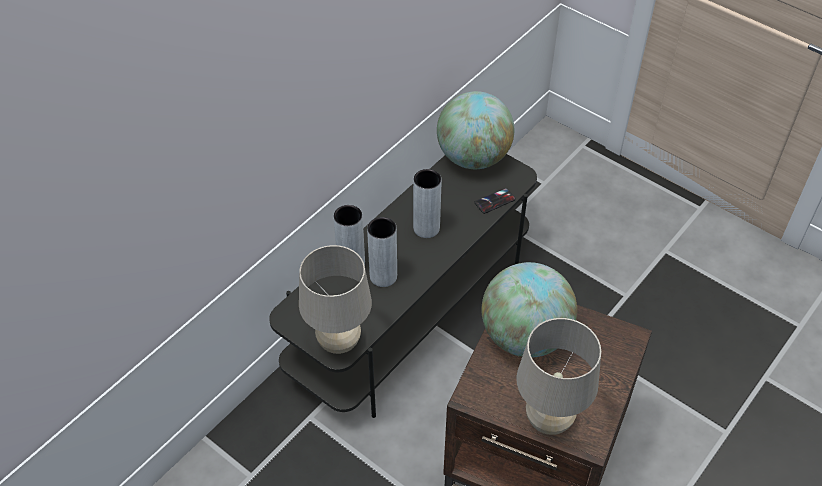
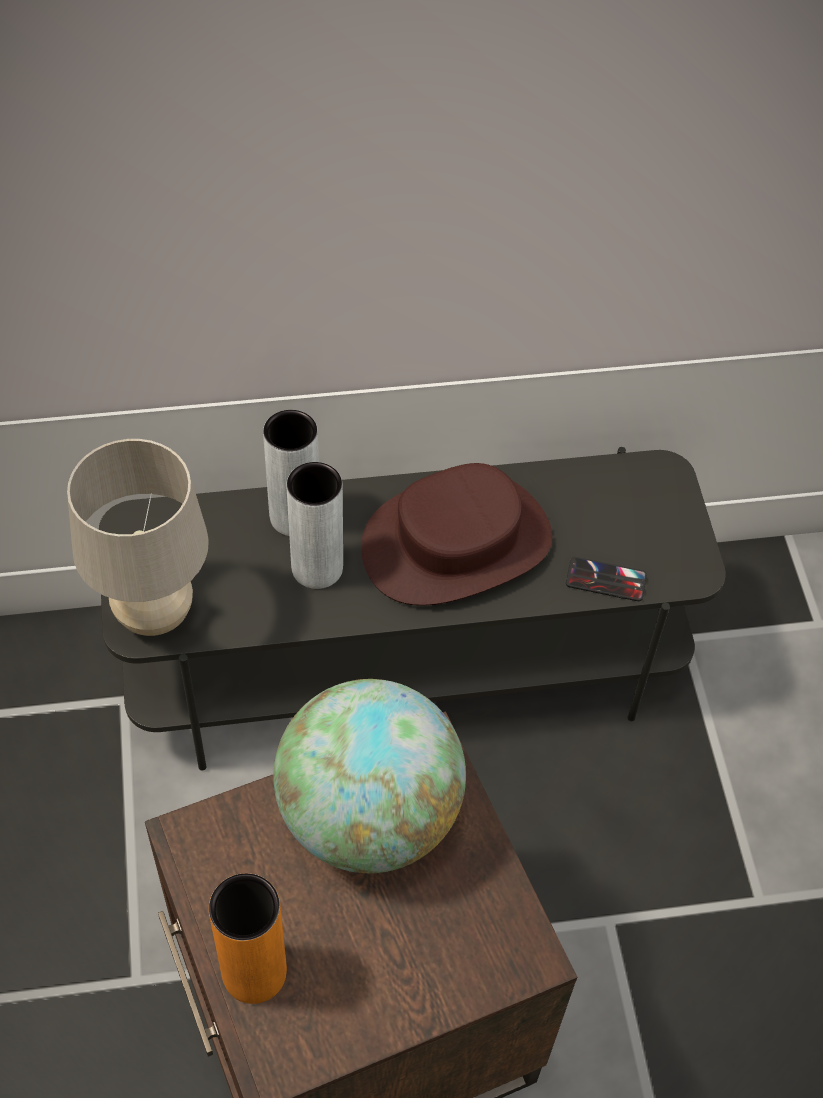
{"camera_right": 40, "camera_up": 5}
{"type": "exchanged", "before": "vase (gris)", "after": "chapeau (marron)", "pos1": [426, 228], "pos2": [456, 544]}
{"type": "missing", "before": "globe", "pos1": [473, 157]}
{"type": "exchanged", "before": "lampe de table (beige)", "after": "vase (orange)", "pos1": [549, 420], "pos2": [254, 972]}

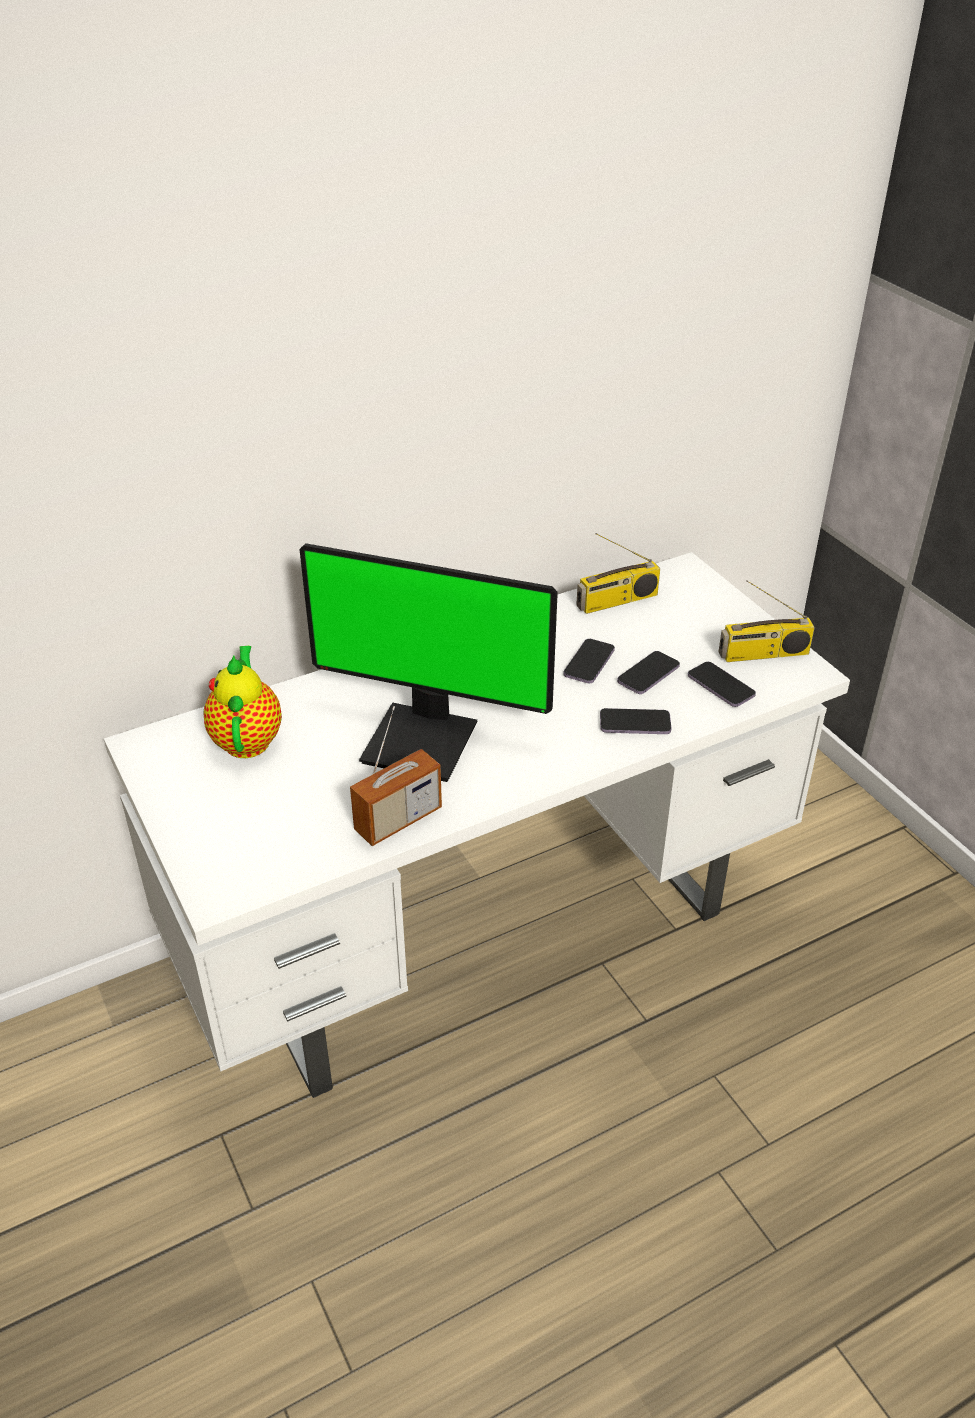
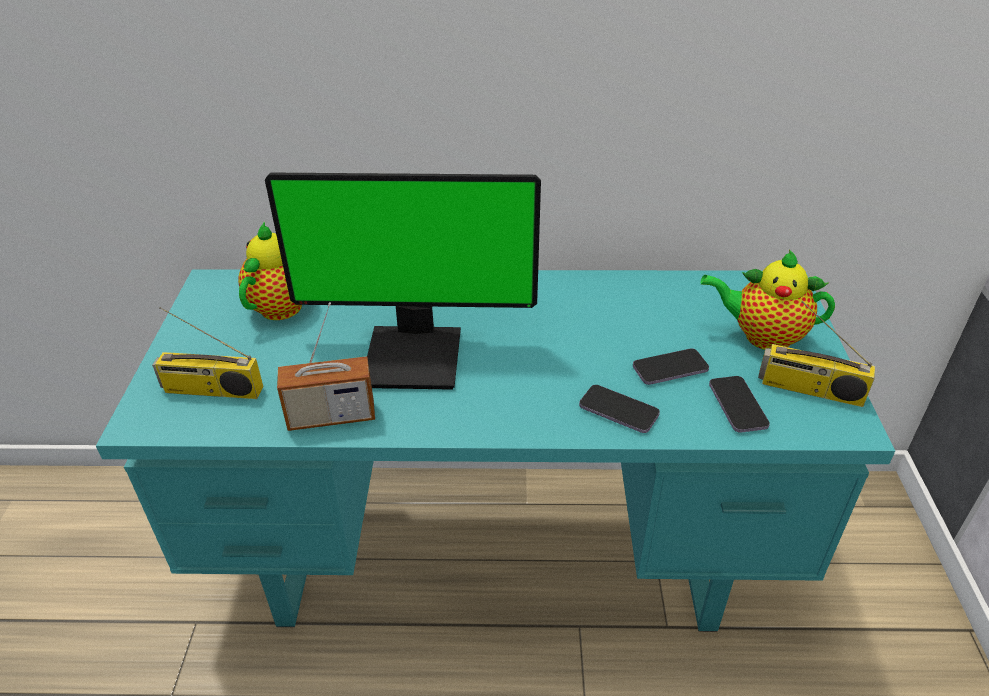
{"camera_right": 30, "camera_up": 0}
{"type": "colour", "before": "bureau (blanc)", "after": "bureau (turquoise)", "pos1": [487, 936], "pos2": [498, 556]}
{"type": "spun", "before": "écran d'ordinateur", "pos1": [423, 740], "pos2": [415, 355], "turn": -45}
{"type": "missing", "before": "téléphone", "pos1": [589, 663]}
{"type": "relocated", "before": "radio", "pos1": [617, 601], "pos2": [211, 390]}
{"type": "appeared", "after": "théière", "pos2": [762, 336]}

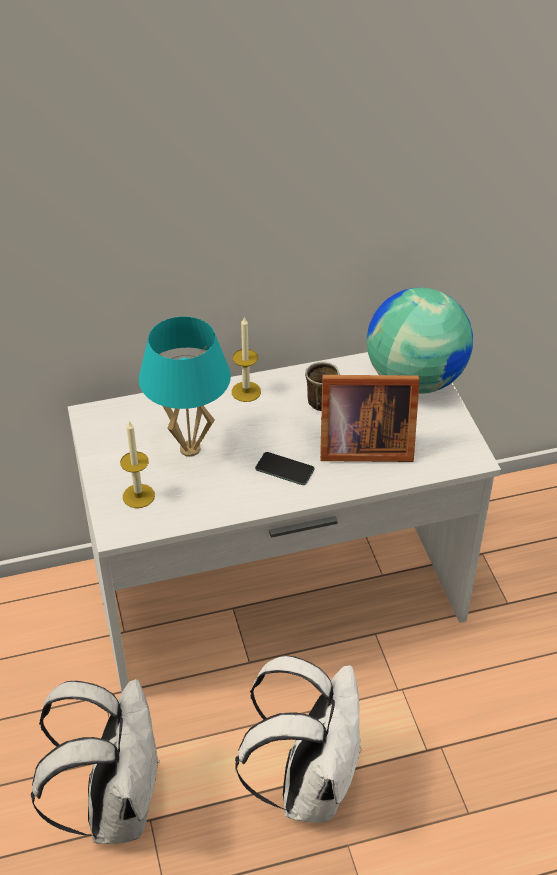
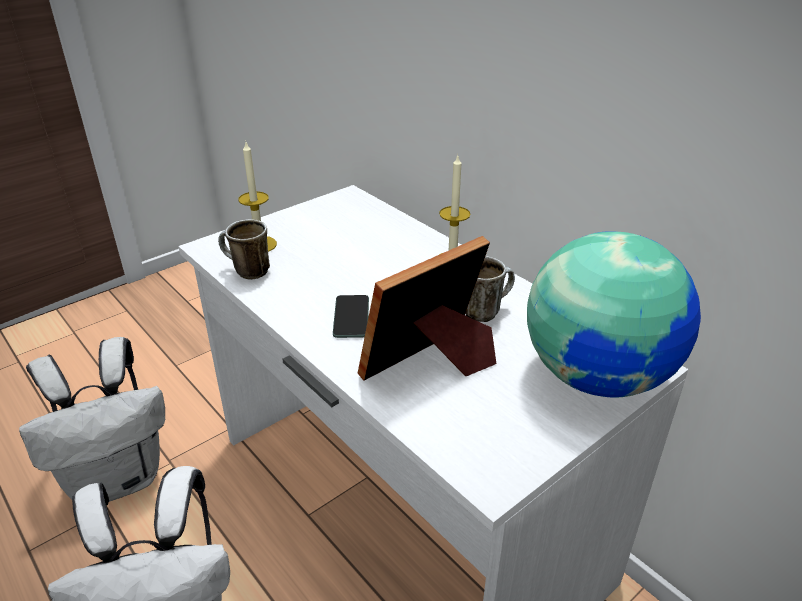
{"camera_right": 65, "camera_up": -10}
{"type": "missing", "before": "lampe de table (turquoise)", "pos1": [189, 449]}
{"type": "spun", "before": "cadre photo", "pos1": [361, 446], "pos2": [432, 363], "turn": 75}
{"type": "appeared", "after": "mug", "pos2": [246, 272]}

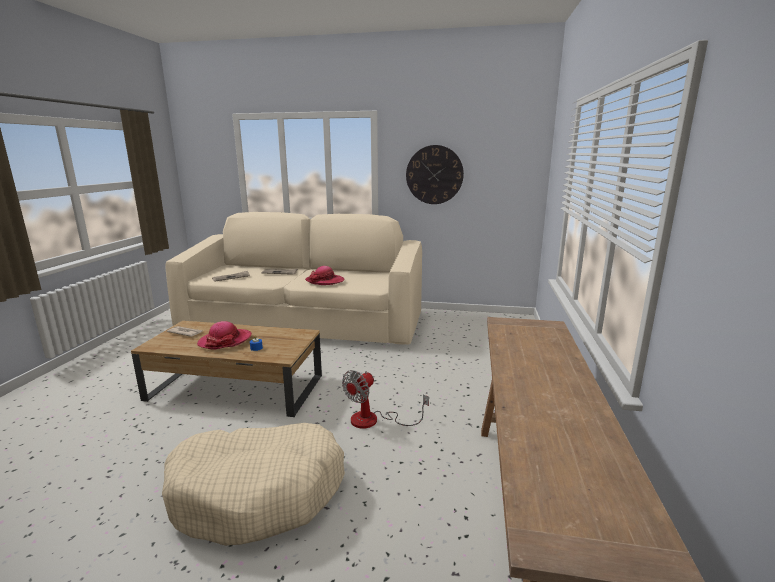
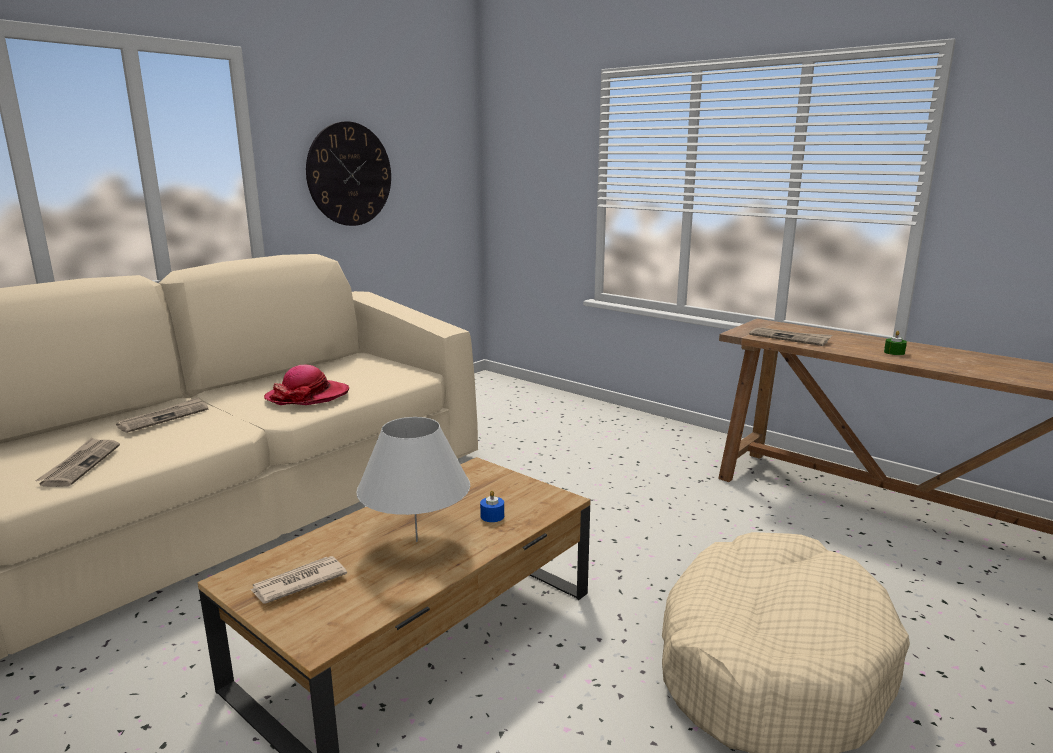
{"camera_right": -60, "camera_up": 0}
{"type": "exchanged", "before": "chapeau", "after": "lampe de table (blanc)", "pos1": [225, 341], "pos2": [416, 541]}
{"type": "missing", "before": "ventilateur", "pos1": [374, 420]}
{"type": "appeared", "after": "journal", "pos2": [790, 338]}
{"type": "appeared", "after": "bougie (vert)", "pos2": [894, 352]}

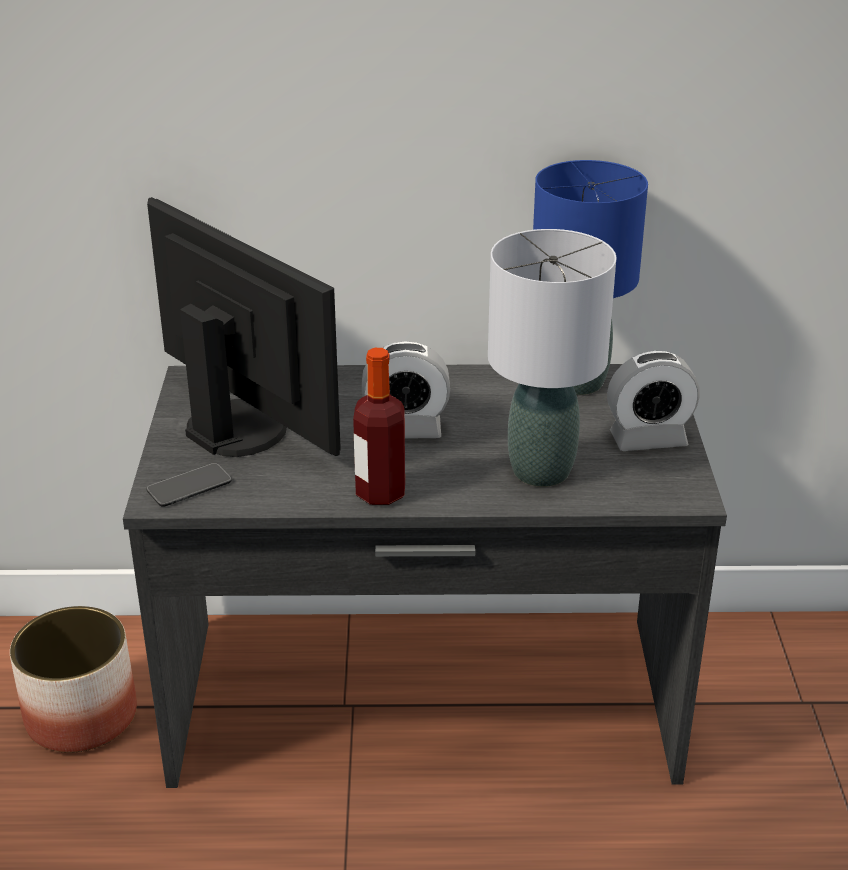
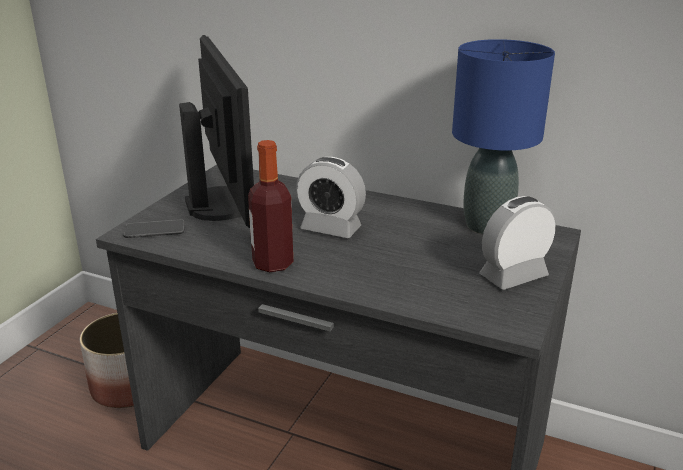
{"camera_right": 25, "camera_up": -5}
{"type": "missing", "before": "lampe de table (gris)", "pos1": [542, 471]}
{"type": "spun", "before": "réveil", "pos1": [648, 439], "pos2": [513, 276], "turn": 135}

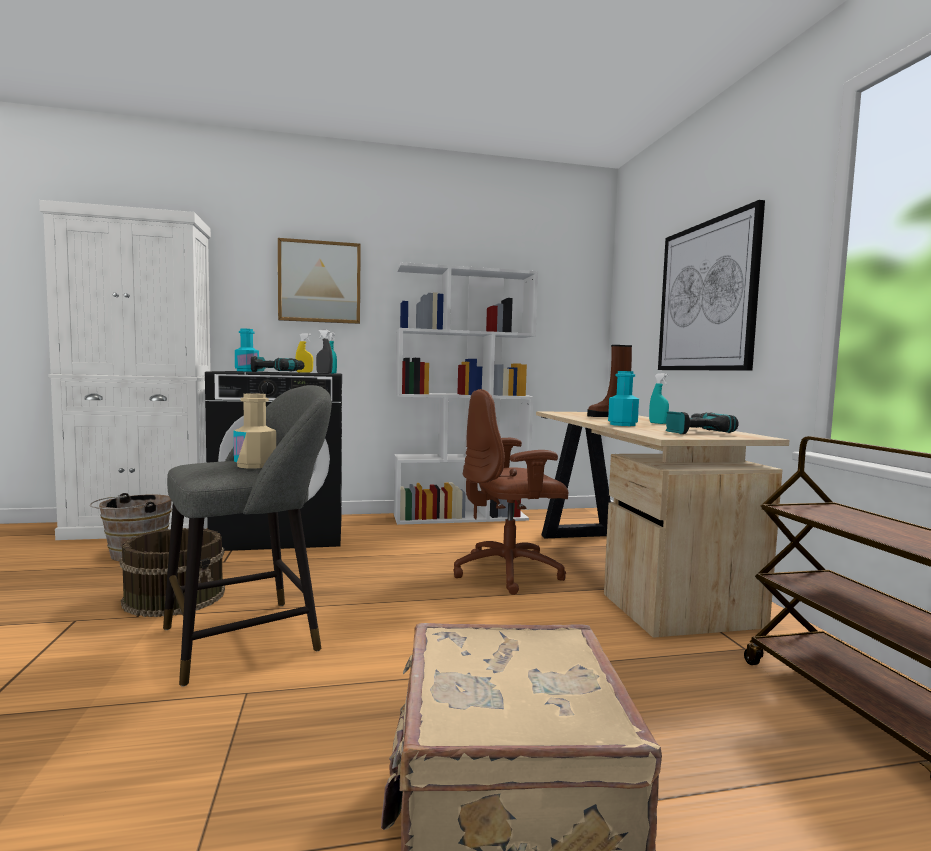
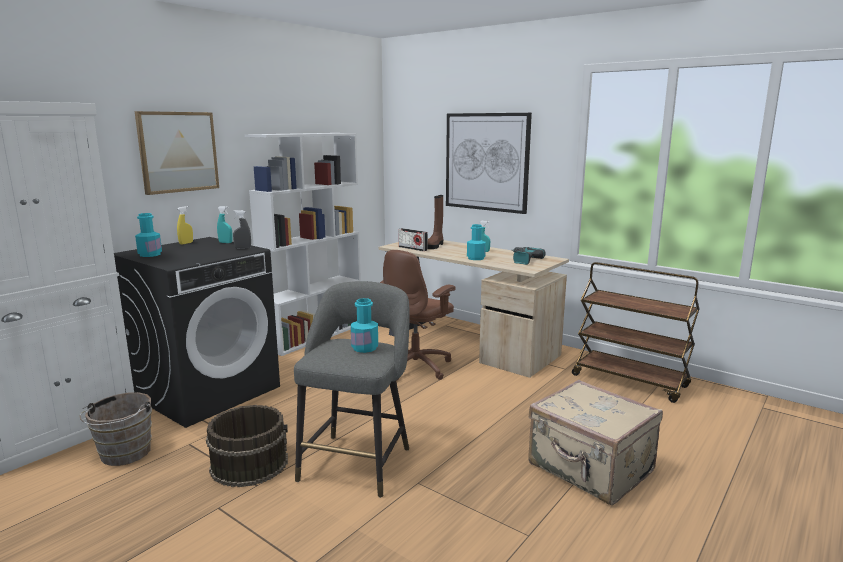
{"camera_right": -40, "camera_up": 10}
{"type": "colour", "before": "bouteille (beige)", "after": "bouteille (turquoise)", "pos1": [255, 465], "pos2": [365, 348]}
{"type": "missing", "before": "perceuse", "pos1": [277, 372]}
{"type": "appeared", "after": "radio", "pos2": [413, 248]}

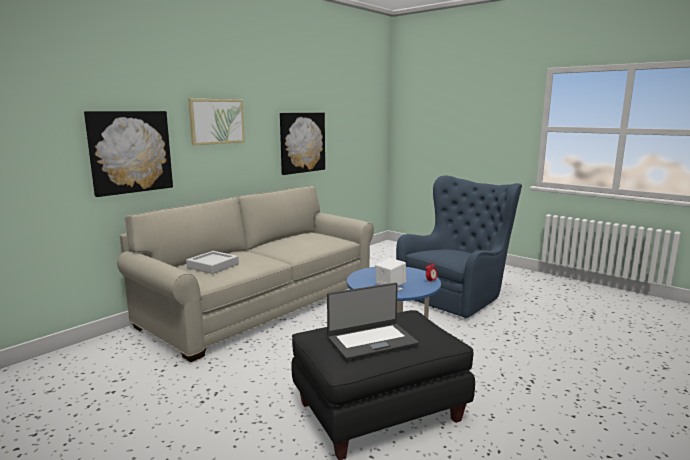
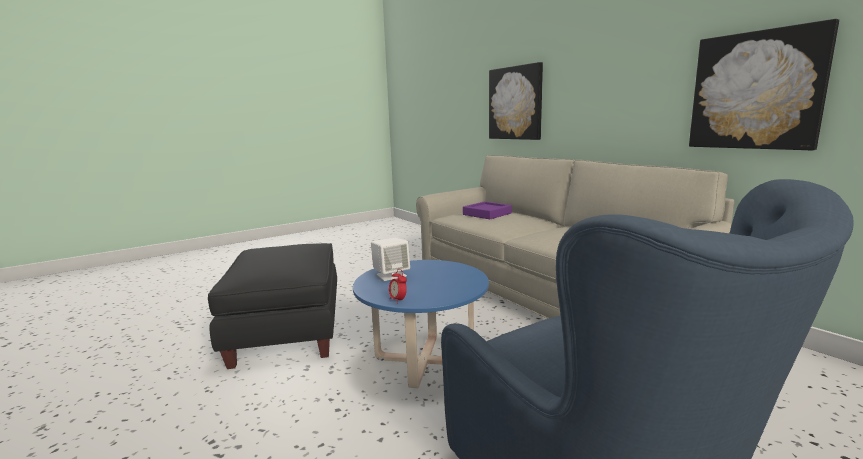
{"camera_right": 105, "camera_up": 0}
{"type": "colour", "before": "plateau (gris)", "after": "plateau (violet)", "pos1": [213, 266], "pos2": [487, 214]}
{"type": "missing", "before": "tableau", "pos1": [217, 121]}
{"type": "missing", "before": "ordinateur portable", "pos1": [371, 341]}

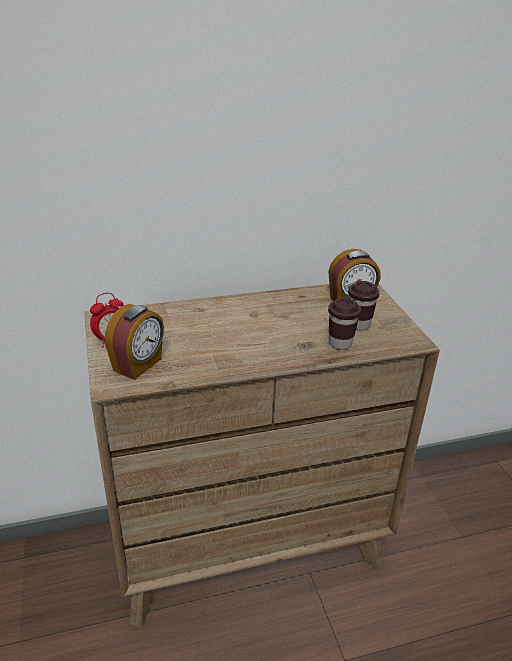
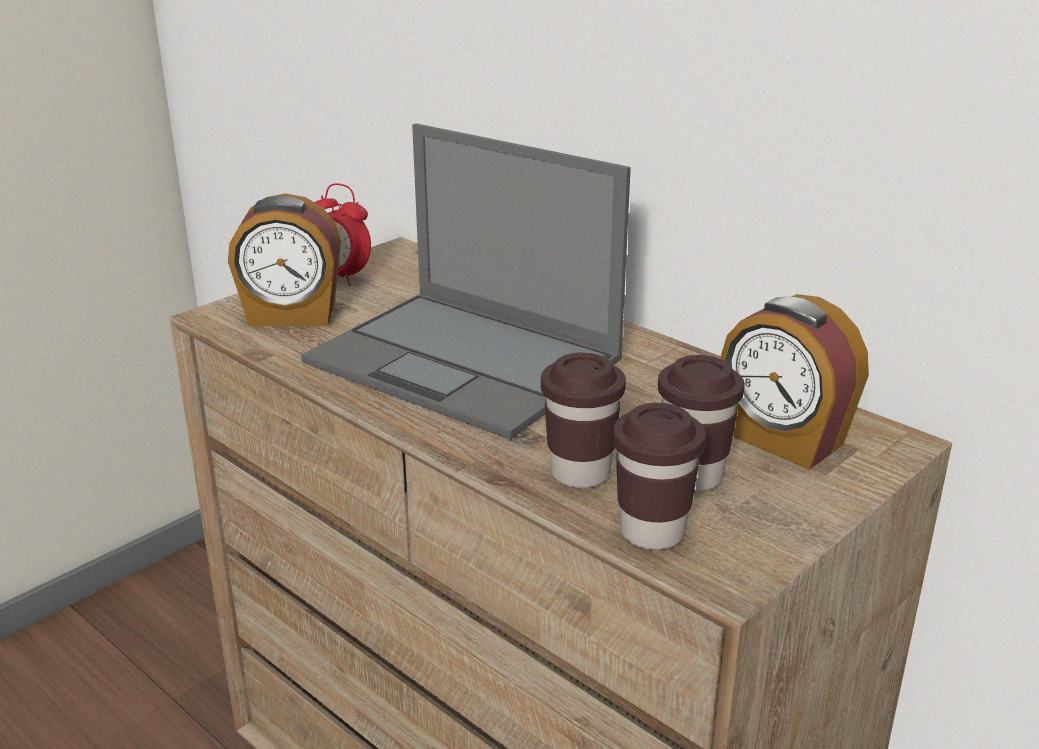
{"camera_right": 60, "camera_up": -5}
{"type": "appeared", "after": "ordinateur portable", "pos2": [466, 362]}
{"type": "appeared", "after": "tasse (marron)", "pos2": [652, 532]}

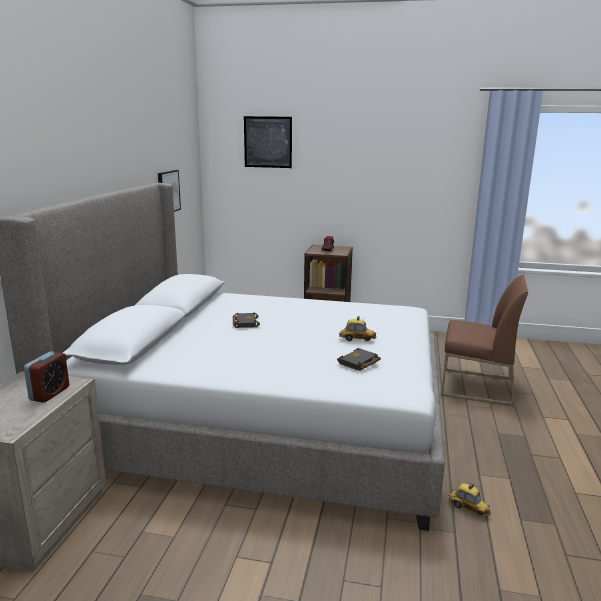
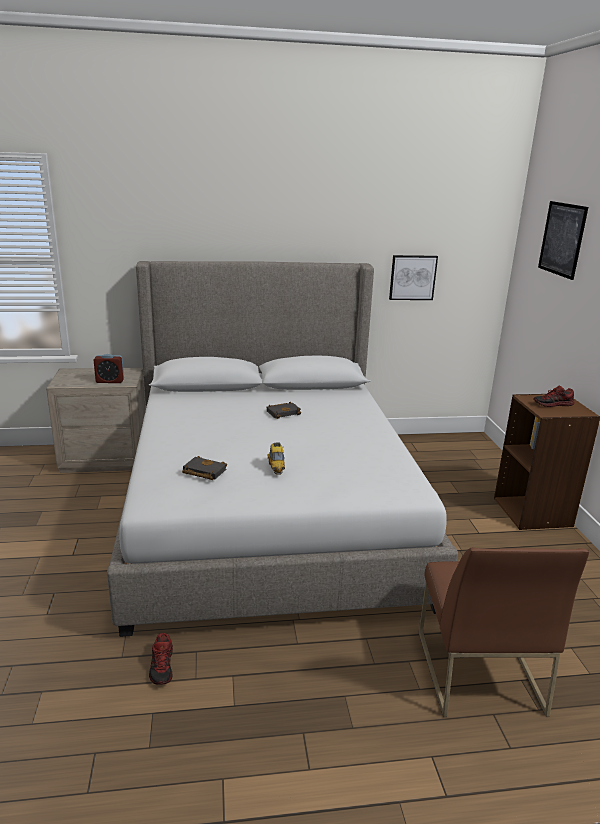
{"camera_right": 70, "camera_up": 5}
{"type": "exchanged", "before": "petite voiture", "after": "chaussure", "pos1": [468, 508], "pos2": [162, 666]}

